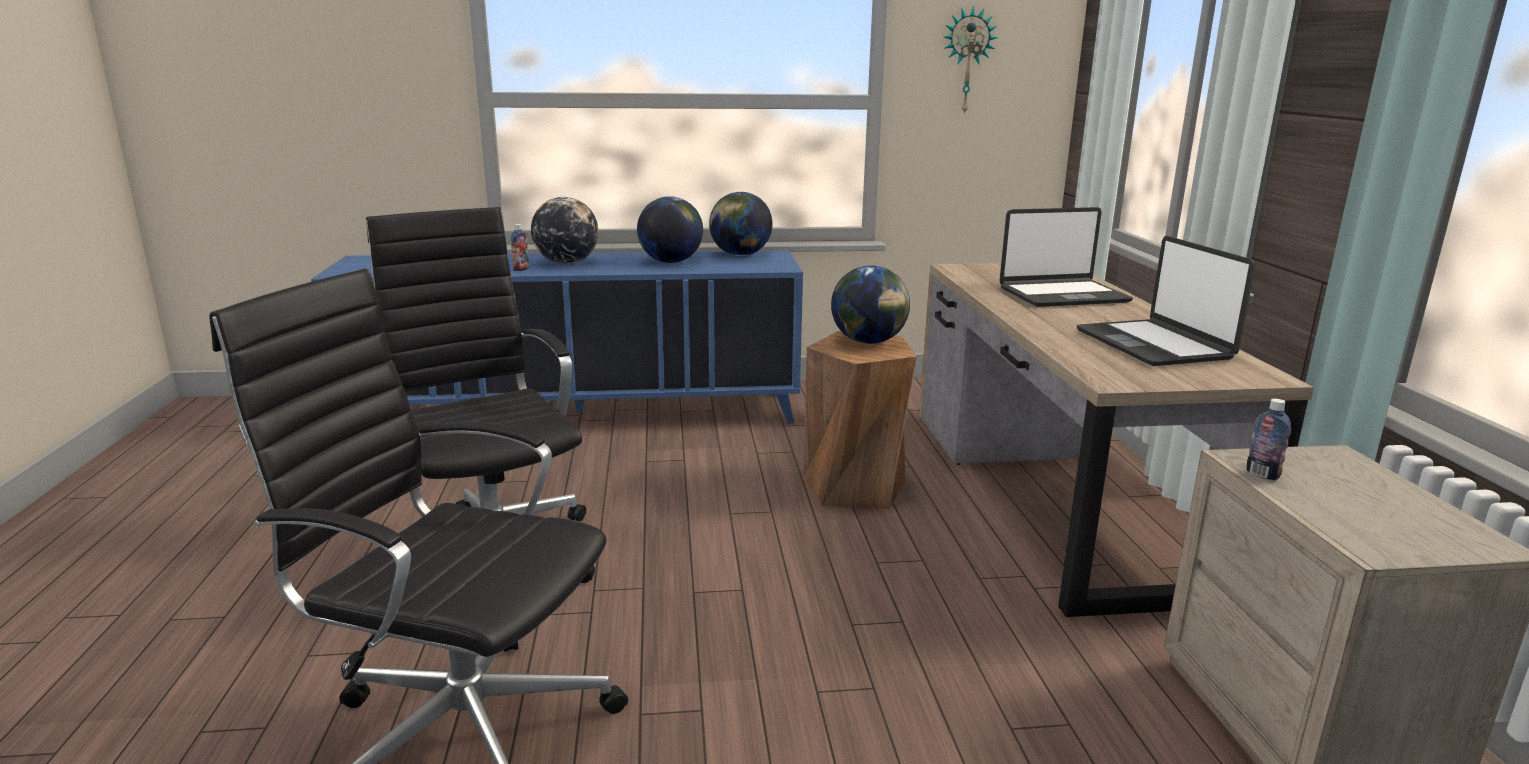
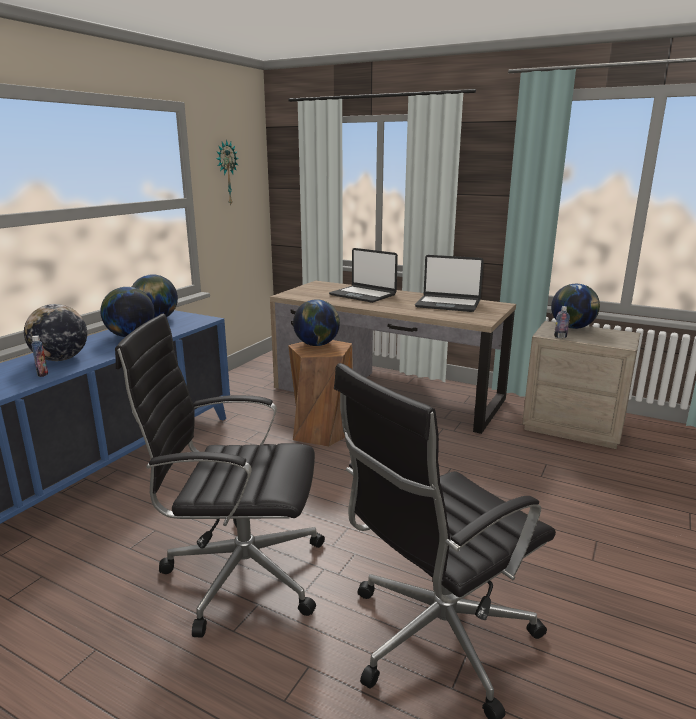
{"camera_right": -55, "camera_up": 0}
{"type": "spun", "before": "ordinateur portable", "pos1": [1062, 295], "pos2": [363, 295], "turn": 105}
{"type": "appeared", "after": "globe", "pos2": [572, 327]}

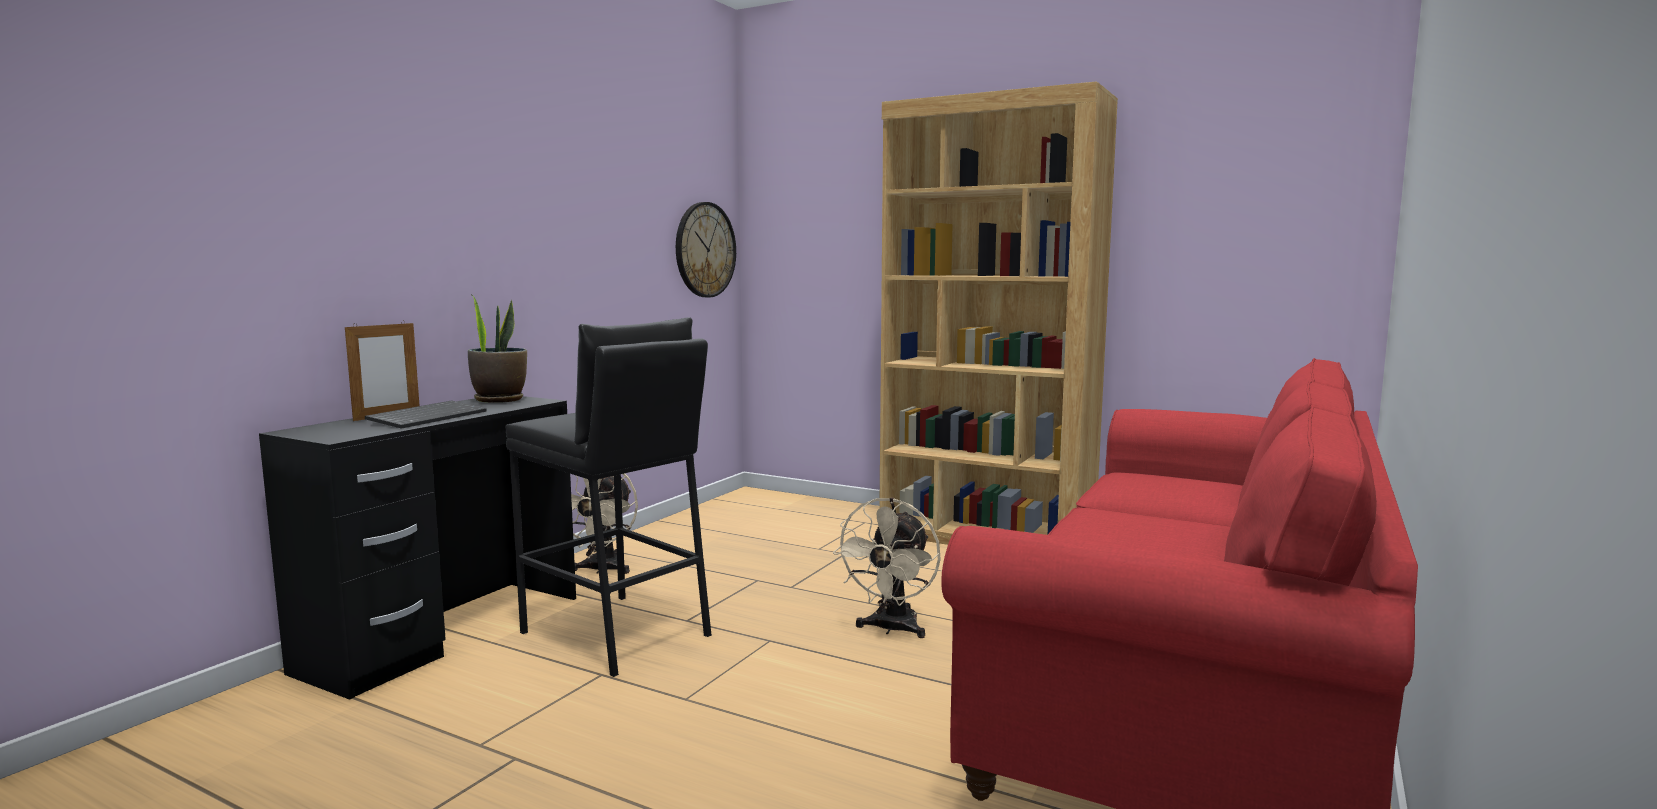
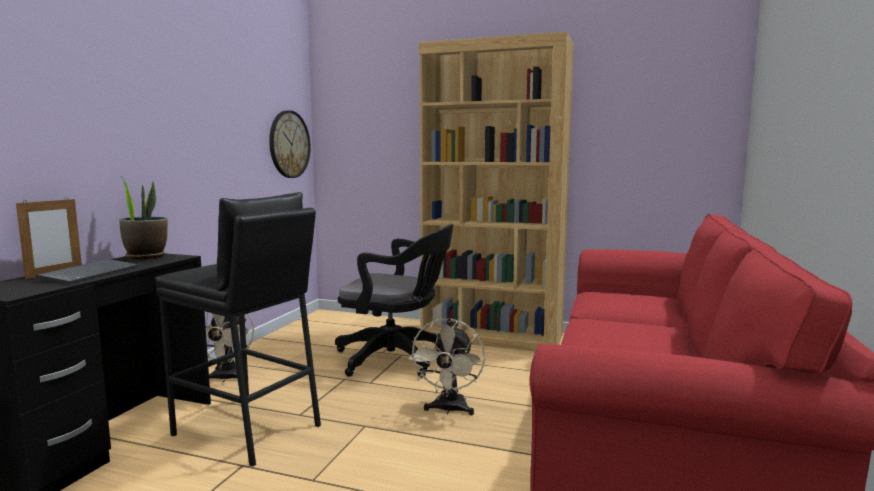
{"camera_right": -10, "camera_up": 0}
{"type": "appeared", "after": "chaise de bureau (noir)", "pos2": [397, 359]}

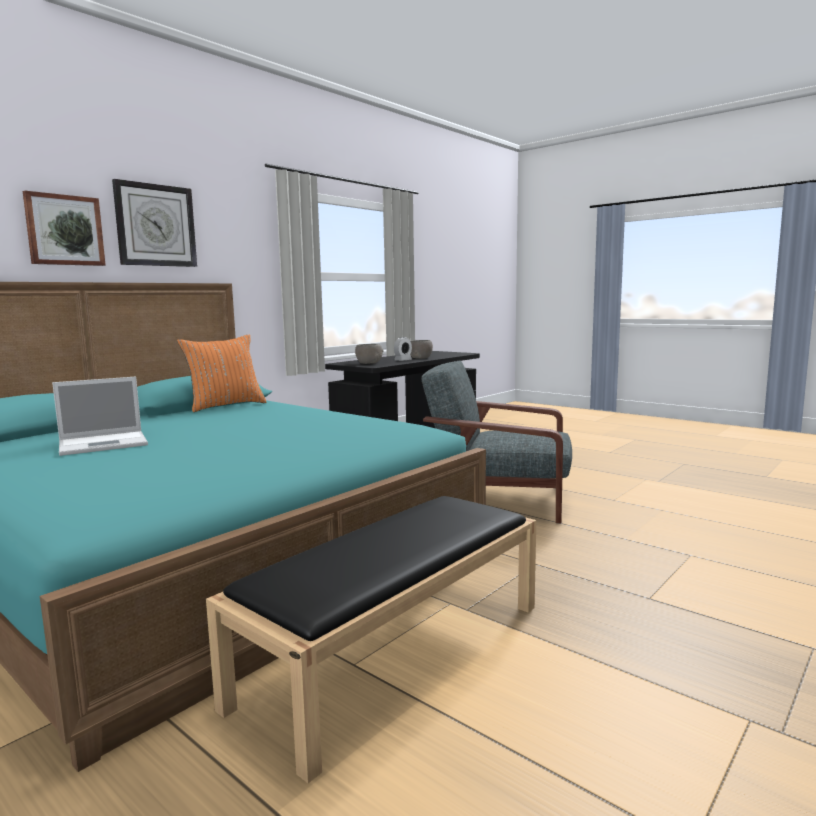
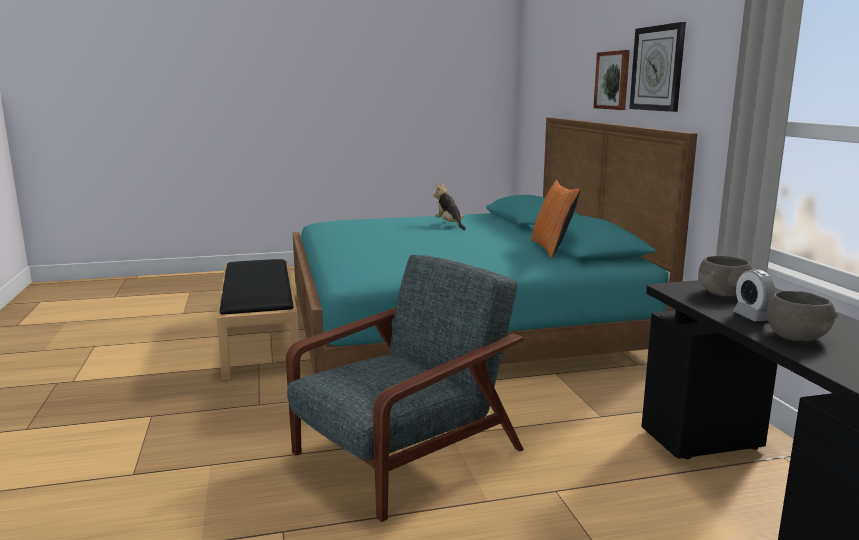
{"camera_right": 125, "camera_up": 5}
{"type": "exchanged", "before": "ordinateur portable", "after": "peluche", "pos1": [105, 443], "pos2": [449, 225]}

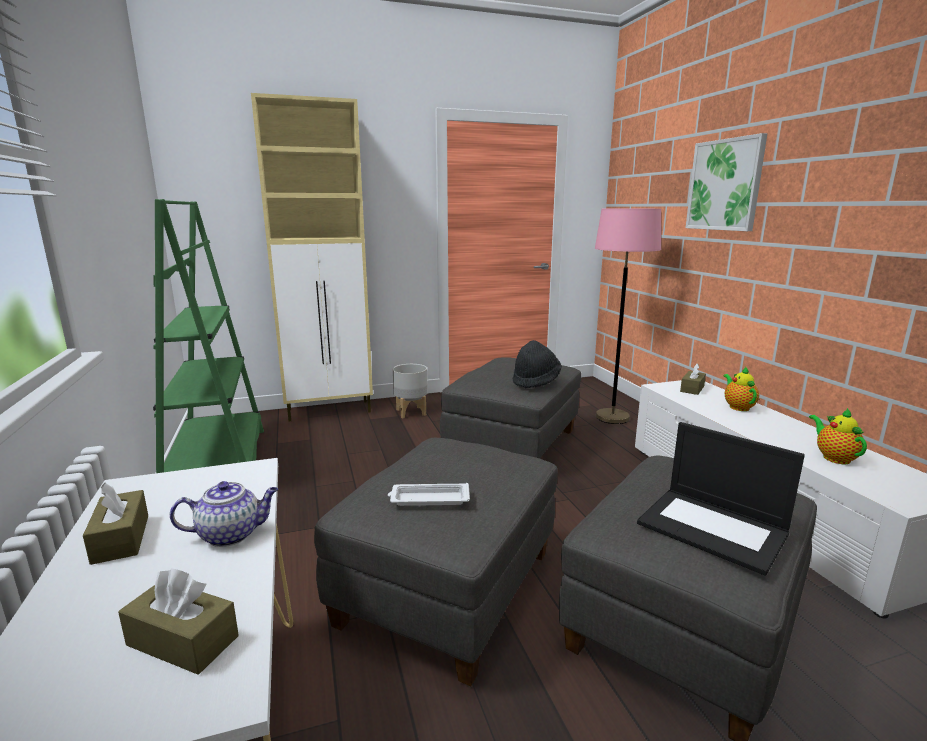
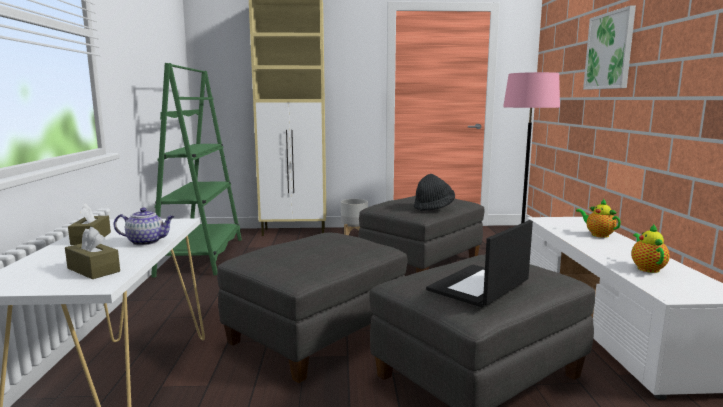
{"camera_right": 15, "camera_up": -5}
{"type": "missing", "before": "plateau (blanc)", "pos1": [428, 499]}
{"type": "spun", "before": "ordinateur portable", "pos1": [714, 528], "pos2": [479, 286], "turn": 75}
{"type": "missing", "before": "boîte à mouchoirs (marron)", "pos1": [692, 389]}
{"type": "spun", "before": "théière", "pos1": [737, 407], "pos2": [597, 234], "turn": -45}

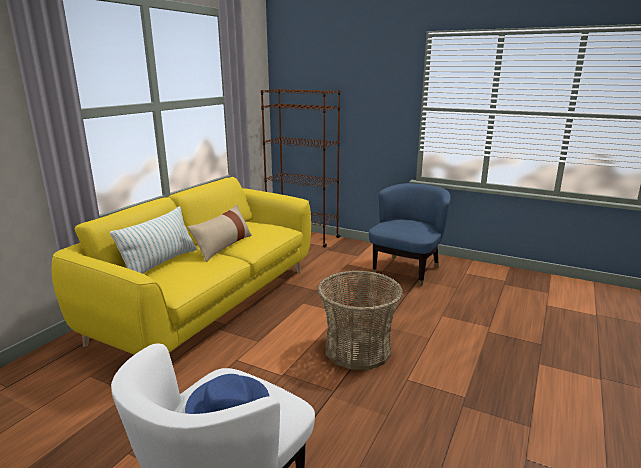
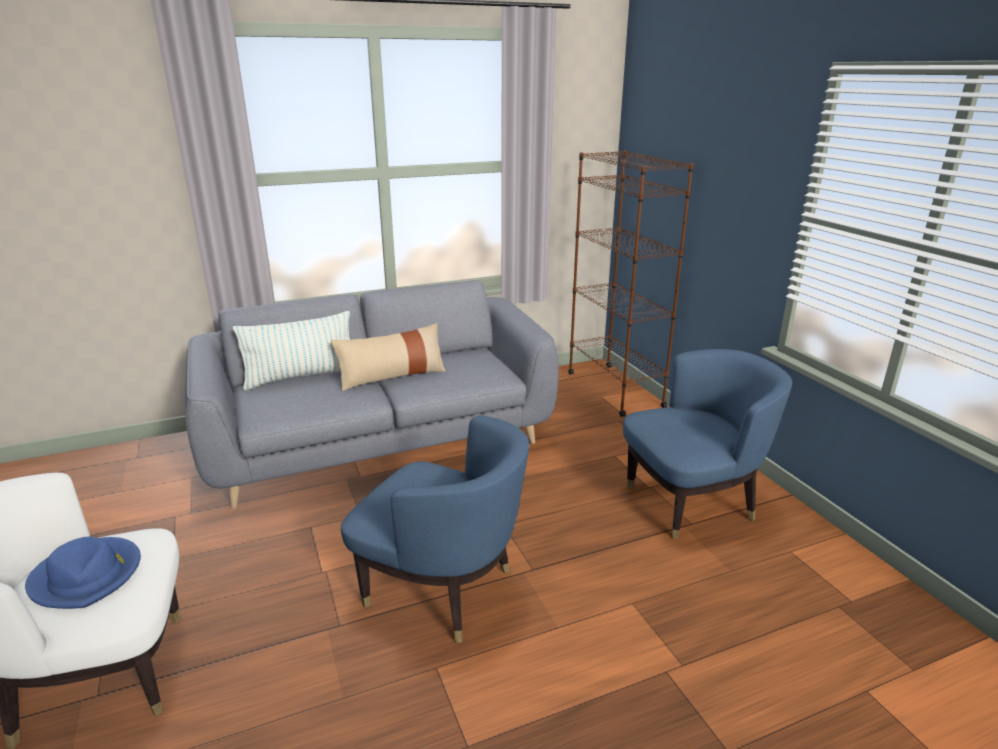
{"camera_right": 40, "camera_up": 5}
{"type": "colour", "before": "canapé (jaune)", "after": "canapé (gris)", "pos1": [208, 303], "pos2": [381, 443]}
{"type": "exchanged", "before": "panier", "after": "fauteuil (bleu)", "pos1": [358, 349], "pos2": [442, 588]}

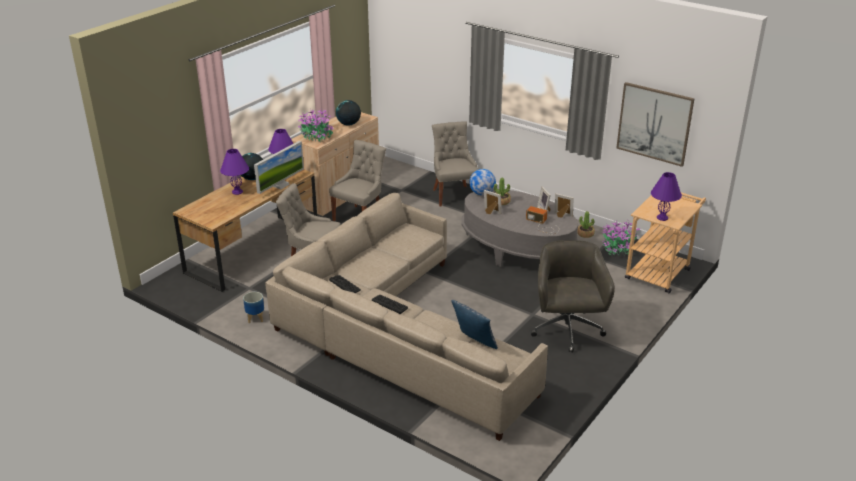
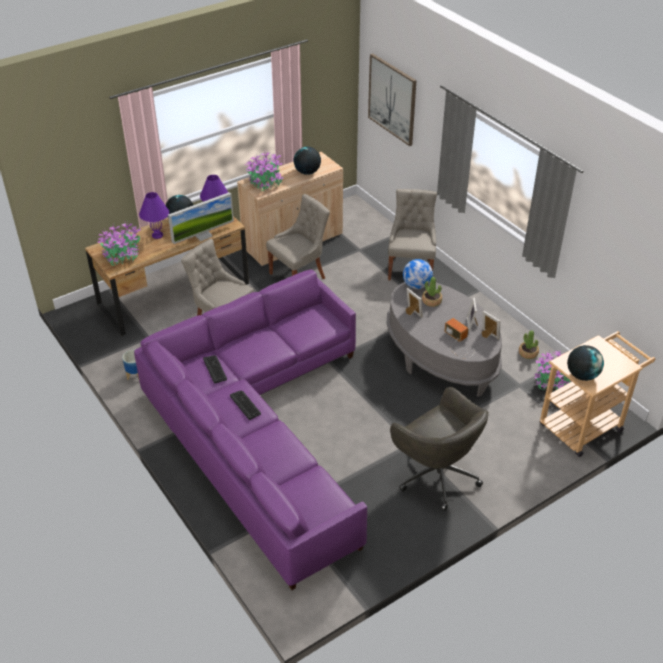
{"camera_right": 20, "camera_up": 10}
{"type": "colour", "before": "canapé (beige)", "after": "canapé (violet)", "pos1": [395, 333], "pos2": [258, 430]}
{"type": "missing", "before": "coussin", "pos1": [475, 343]}
{"type": "spun", "before": "chaise de bureau (gris)", "pos1": [567, 331], "pos2": [436, 475], "turn": 120}
{"type": "relocated", "before": "tableau", "pos1": [654, 123], "pos2": [392, 99]}
{"type": "exchanged", "before": "lampe de table (violet)", "after": "globe", "pos1": [662, 217], "pos2": [582, 375]}
{"type": "appeared", "after": "plante en pot", "pos2": [122, 255]}

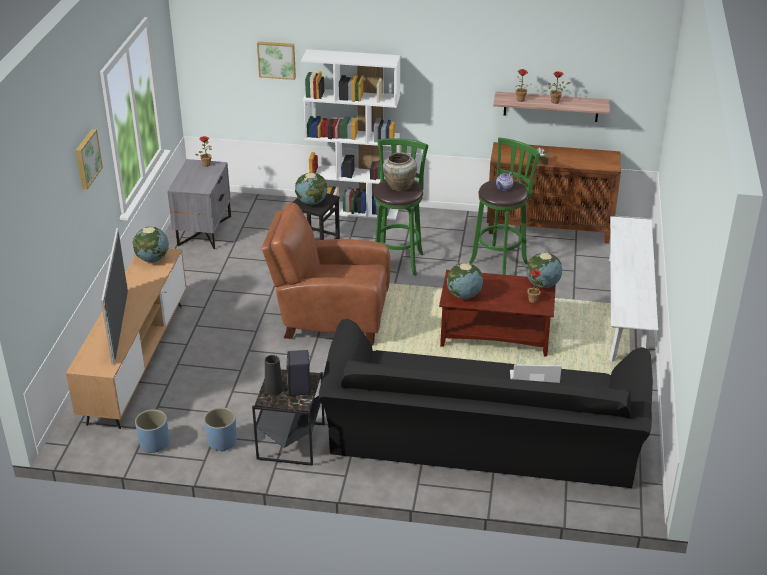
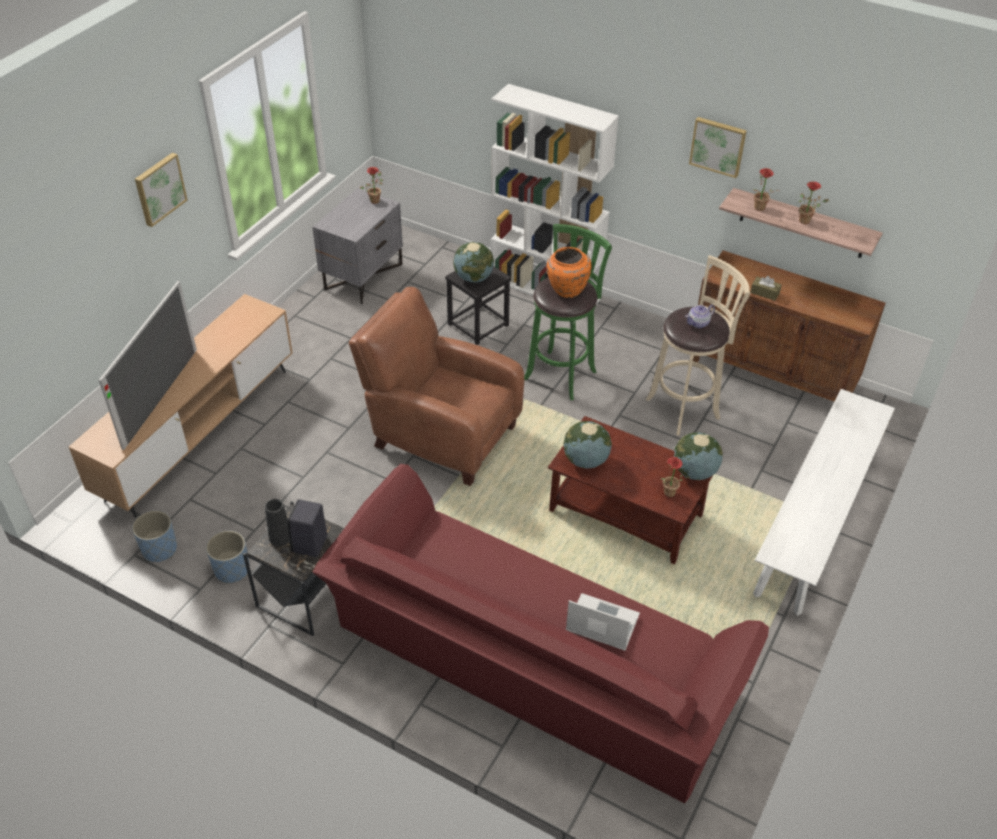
{"camera_right": 20, "camera_up": 10}
{"type": "missing", "before": "globe", "pos1": [152, 259]}
{"type": "relocated", "before": "tableau", "pos1": [277, 59], "pos2": [718, 146]}
{"type": "colour", "before": "canapé (noir)", "after": "canapé (rouge)", "pos1": [482, 441], "pos2": [529, 667]}
{"type": "colour", "before": "vase (beige)", "after": "vase (orange)", "pos1": [399, 186], "pos2": [567, 289]}
{"type": "colour", "before": "tabouret (vert)", "after": "tabouret (beige)", "pos1": [500, 261], "pos2": [686, 407]}

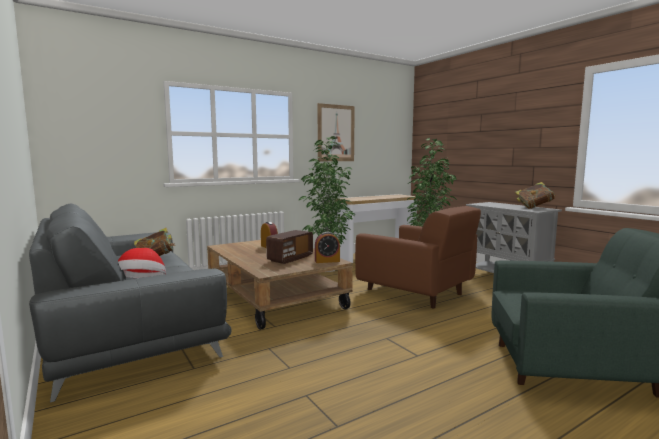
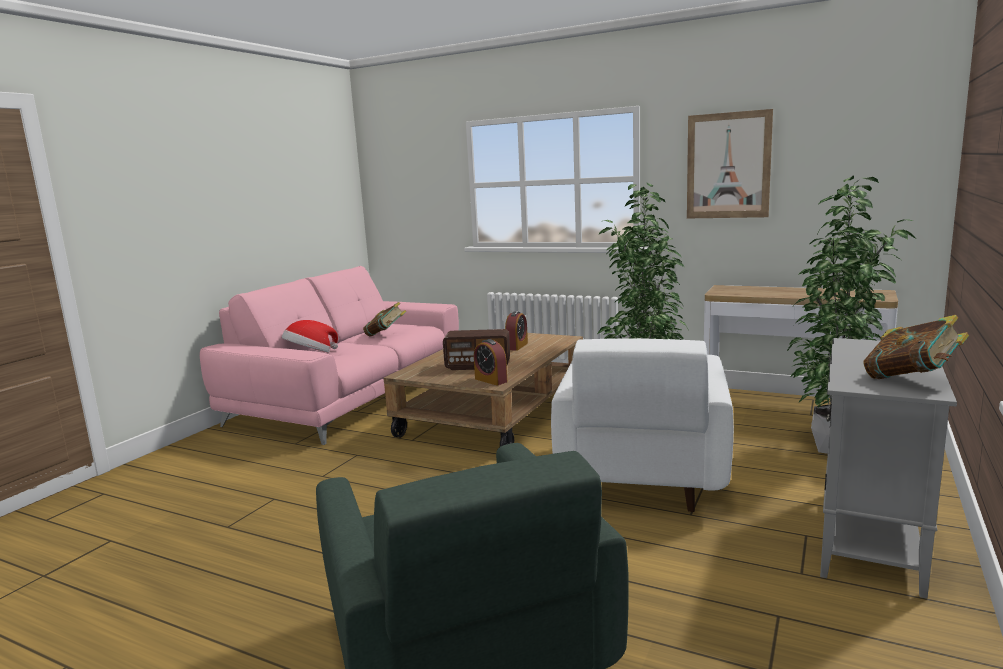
{"camera_right": 60, "camera_up": 5}
{"type": "colour", "before": "canapé (gris)", "after": "canapé (rose)", "pos1": [128, 328], "pos2": [350, 396]}
{"type": "colour", "before": "fauteuil (marron)", "after": "fauteuil (blanc)", "pos1": [416, 292], "pos2": [641, 478]}

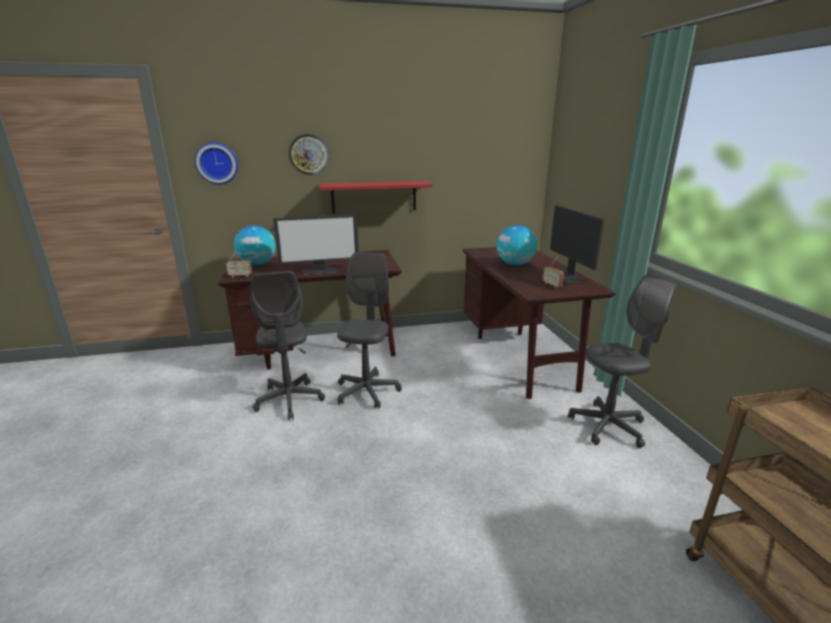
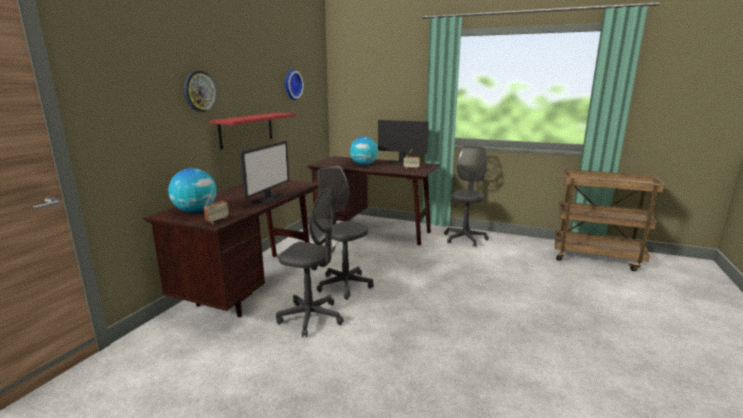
{"camera_right": -55, "camera_up": -5}
{"type": "relocated", "before": "horloge murale", "pos1": [217, 163], "pos2": [291, 84]}

